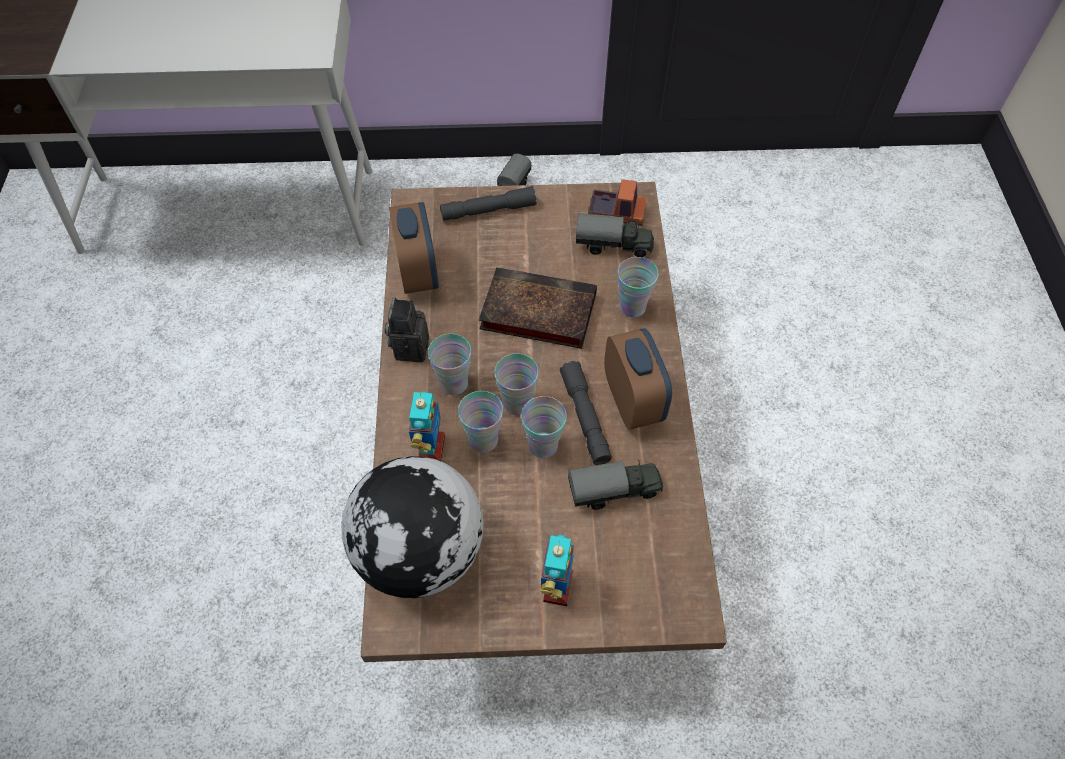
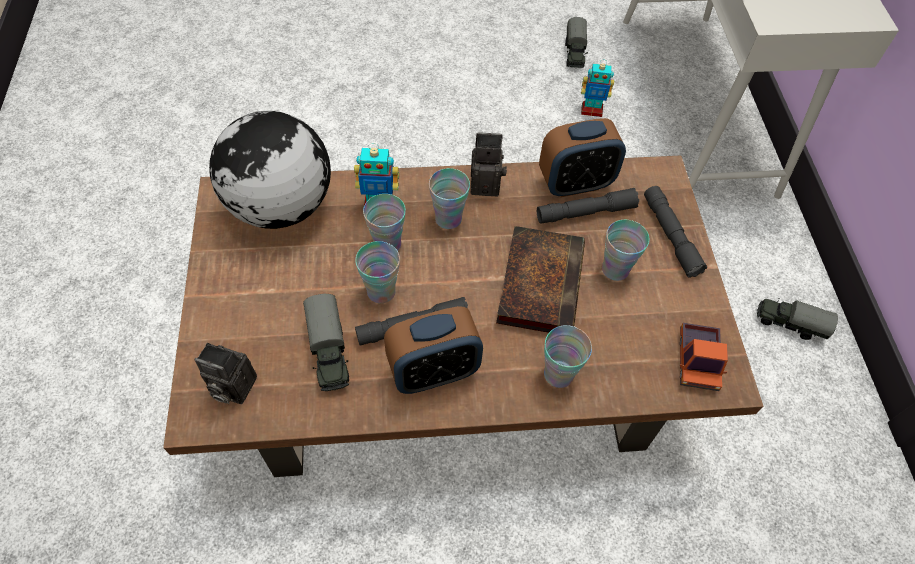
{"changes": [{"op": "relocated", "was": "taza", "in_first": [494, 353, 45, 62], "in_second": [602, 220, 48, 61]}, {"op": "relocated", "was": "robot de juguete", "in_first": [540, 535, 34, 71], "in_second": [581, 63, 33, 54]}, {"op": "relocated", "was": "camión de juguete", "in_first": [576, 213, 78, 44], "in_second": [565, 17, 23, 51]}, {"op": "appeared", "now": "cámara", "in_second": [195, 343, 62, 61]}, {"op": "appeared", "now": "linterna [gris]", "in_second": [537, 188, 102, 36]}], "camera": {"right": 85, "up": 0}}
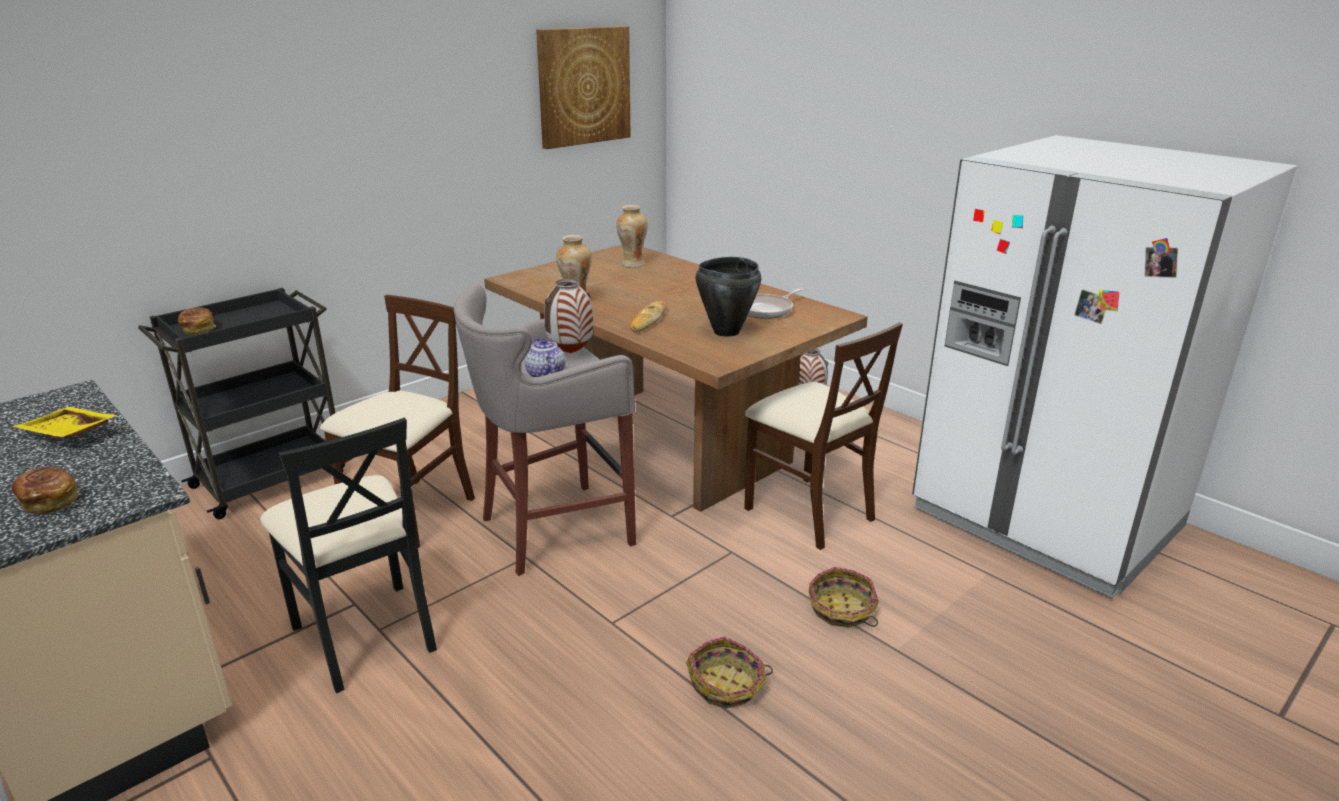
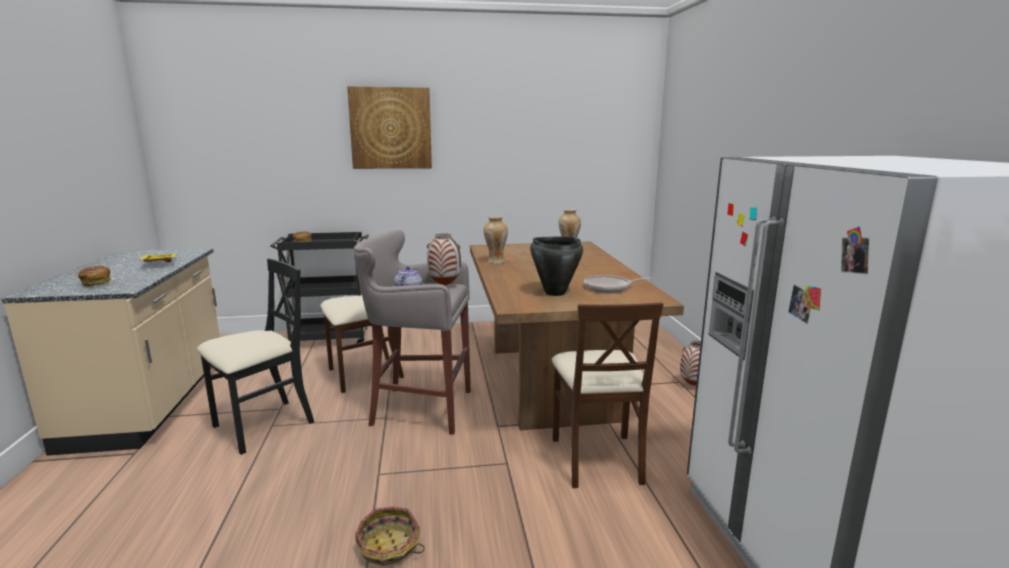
{"changes": [{"op": "spun", "was": "silla [negro]", "in_first": [260, 418, 177, 275], "in_second": [196, 259, 118, 196], "clockwise": -135}, {"op": "relocated", "was": "cuadro", "in_first": [536, 26, 94, 123], "in_second": [347, 86, 85, 83]}, {"op": "missing", "was": "pan", "in_first": [630, 301, 37, 31]}, {"op": "missing", "was": "cesta", "in_first": [809, 567, 70, 61]}], "camera": {"right": 35, "up": -10}}
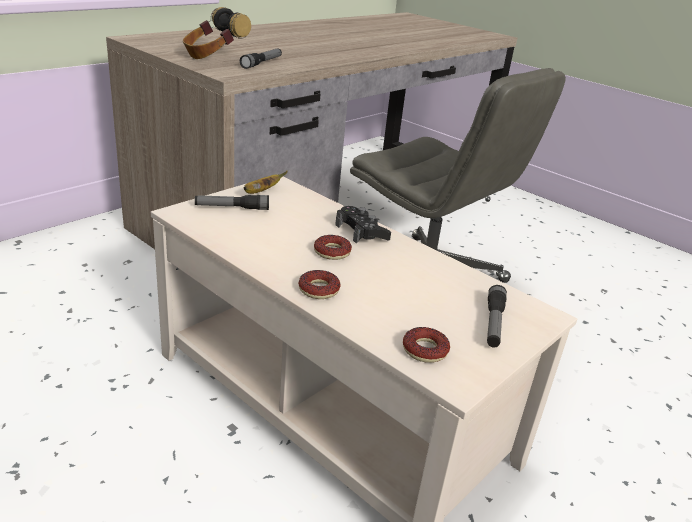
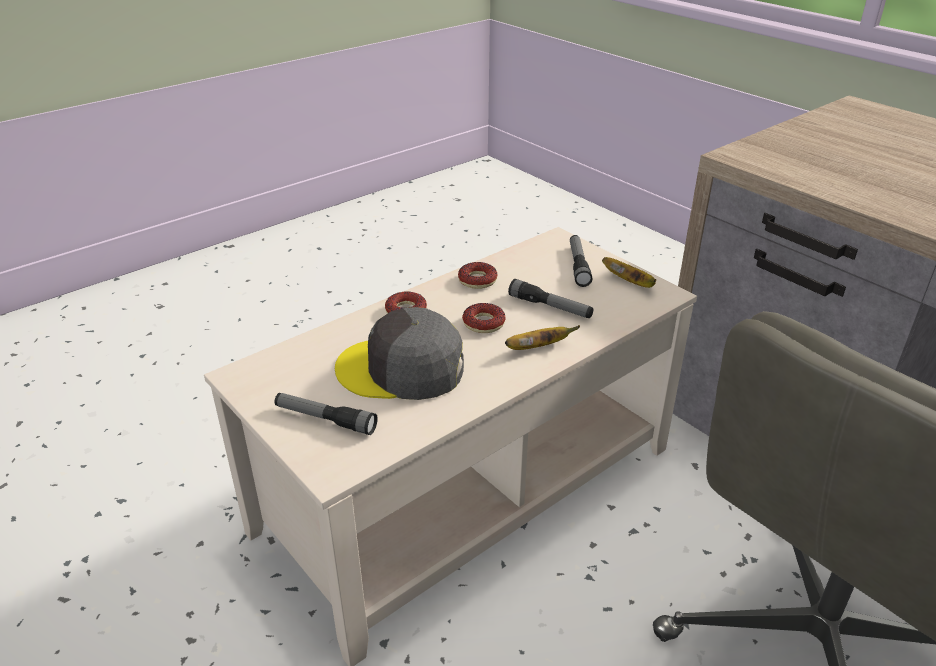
{"changes": [{"op": "missing", "was": "auriculares", "in_first": [183, 7, 68, 52]}, {"op": "relocated", "was": "linterna", "in_first": [240, 49, 42, 20], "in_second": [508, 279, 86, 39]}, {"op": "exchanged", "was": "mando de consola [negro]", "now": "plátano", "in_first": [335, 206, 56, 38], "in_second": [505, 325, 75, 25]}, {"op": "relocated", "was": "rosquilla", "in_first": [403, 327, 47, 36], "in_second": [458, 262, 39, 27]}, {"op": "appeared", "now": "gorra [gris]", "in_second": [335, 307, 129, 93]}], "camera": {"right": 100, "up": 5}}
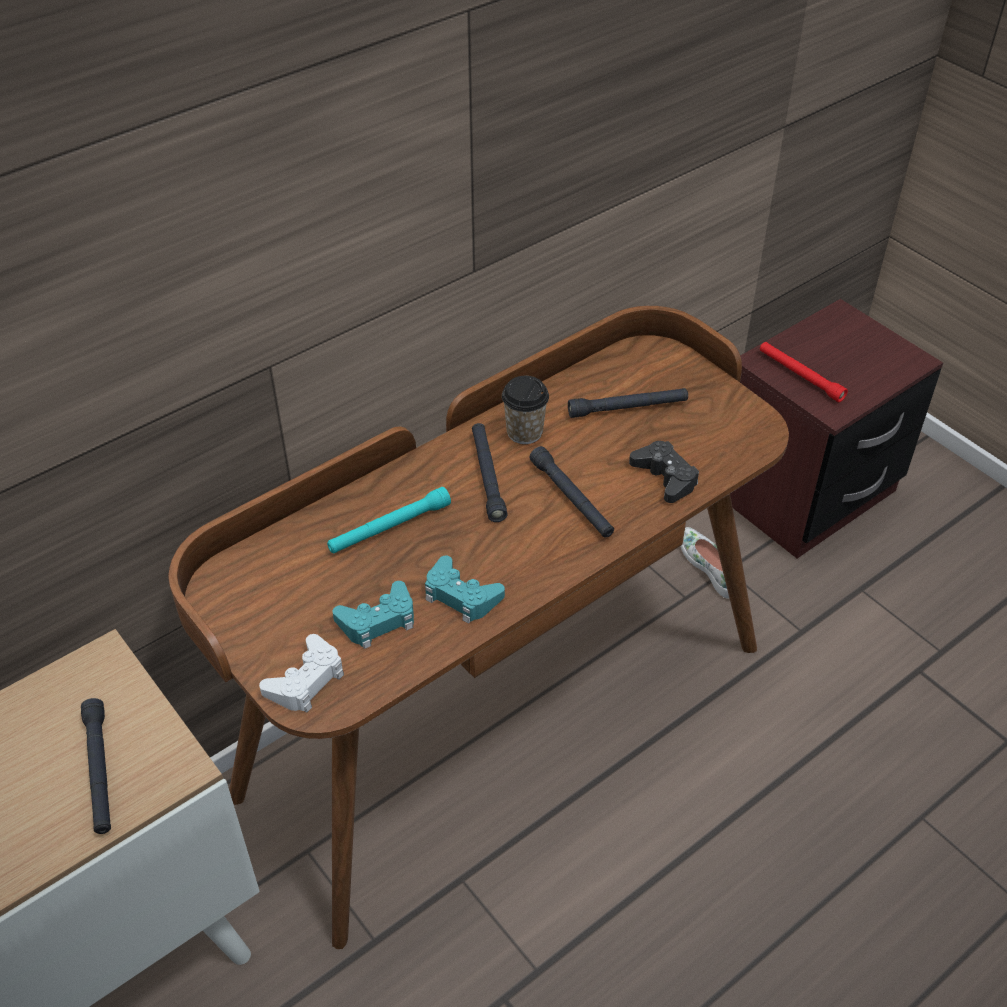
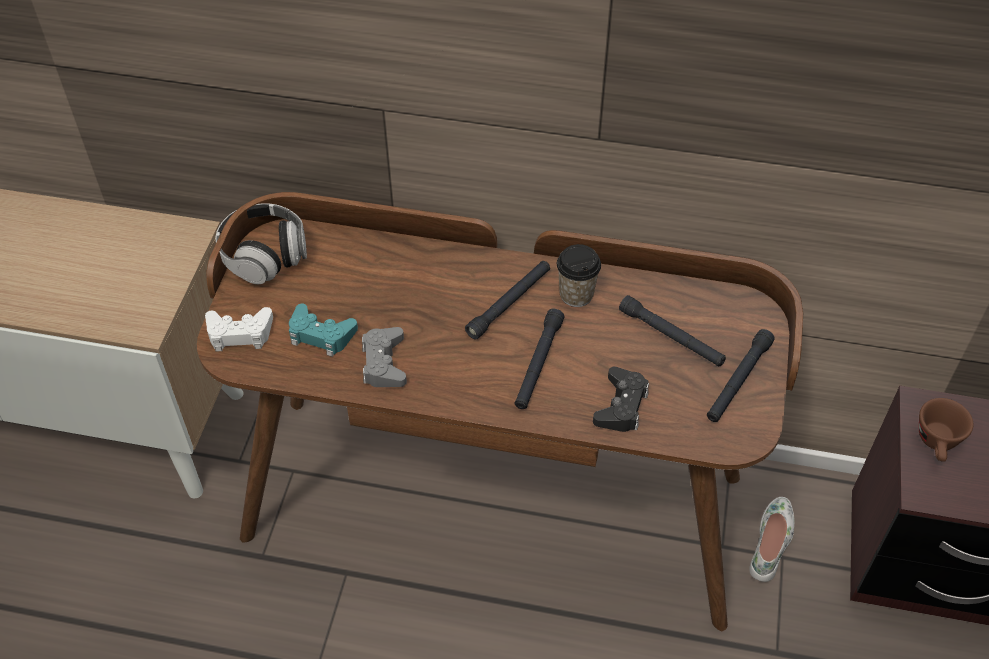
{"changes": [{"op": "relocated", "was": "linterna [negro]", "in_first": [81, 698, 30, 136], "in_second": [707, 329, 68, 93]}, {"op": "missing", "was": "linterna [turquesa]", "in_first": [327, 487, 124, 66]}, {"op": "colour", "was": "mando de consola [turquesa]", "now": "mando de consola [gris]", "in_first": [425, 555, 80, 69], "in_second": [362, 327, 45, 60]}, {"op": "exchanged", "was": "linterna [rojo]", "now": "taza [marrón]", "in_first": [760, 342, 88, 60], "in_second": [919, 398, 54, 64]}, {"op": "appeared", "now": "auriculares", "in_second": [216, 203, 91, 81]}], "camera": {"right": 50, "up": 5}}
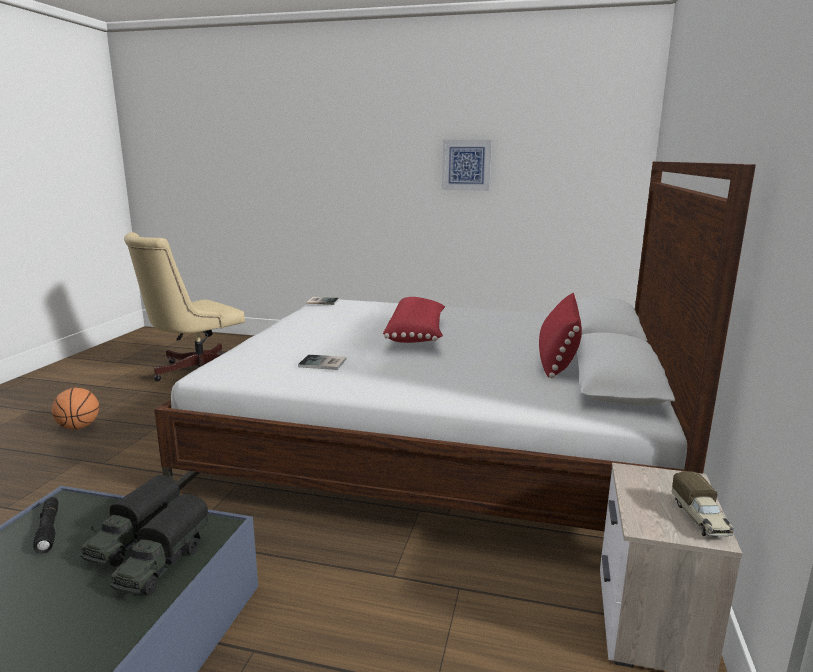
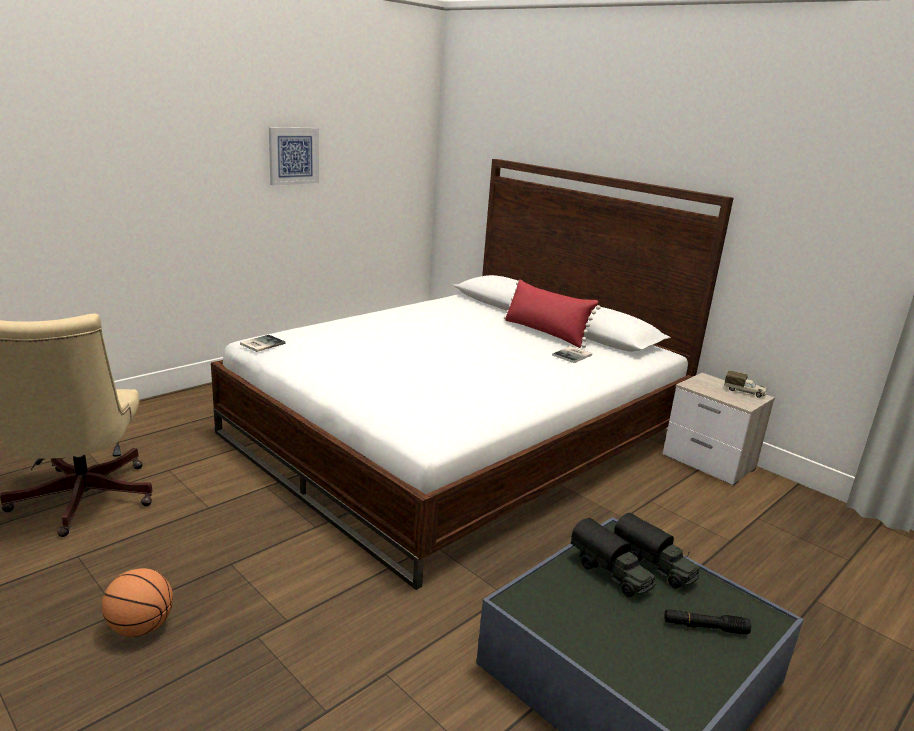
{"changes": [{"op": "relocated", "was": "linterna [negro]", "in_first": [33, 497, 26, 57], "in_second": [664, 609, 87, 25]}, {"op": "relocated", "was": "libro", "in_first": [298, 355, 48, 15], "in_second": [552, 346, 40, 17]}, {"op": "missing", "was": "cojín [rojo]", "in_first": [383, 297, 62, 46]}], "camera": {"right": -60, "up": 5}}
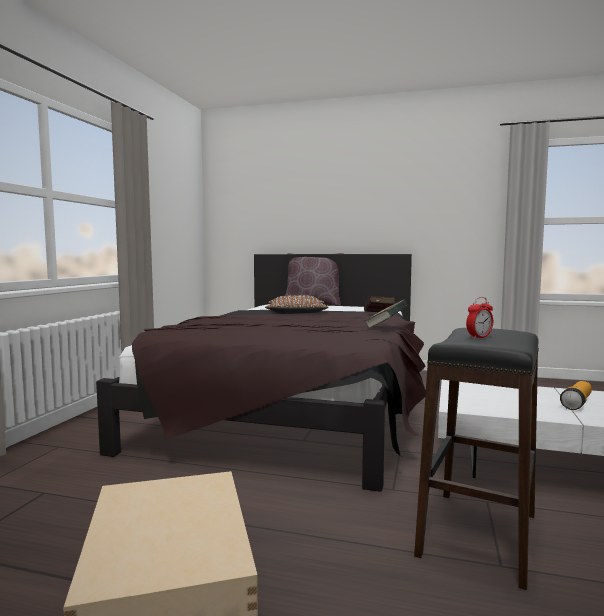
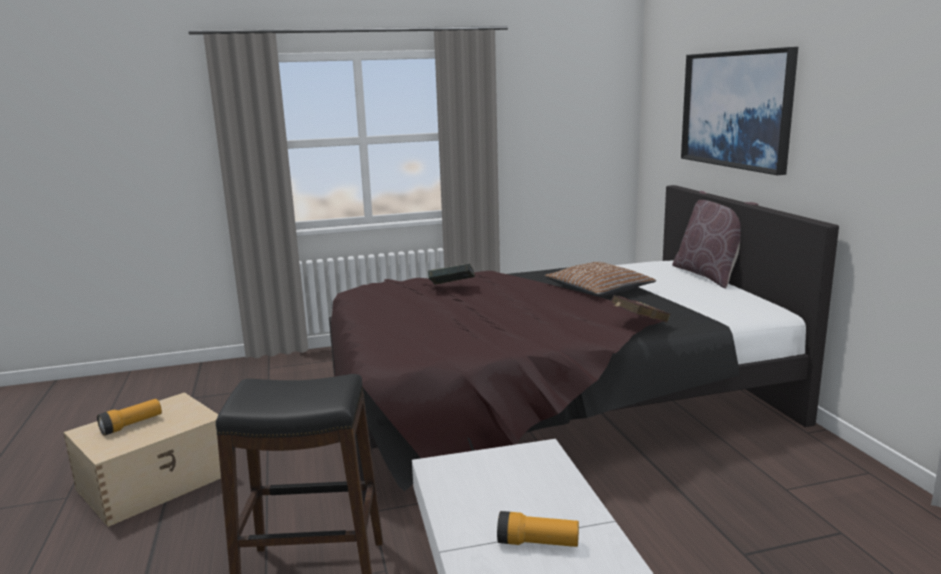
{"changes": [{"op": "relocated", "was": "libro", "in_first": [364, 300, 44, 28], "in_second": [428, 264, 47, 21]}, {"op": "missing", "was": "despertador", "in_first": [466, 297, 27, 42]}, {"op": "appeared", "now": "linterna", "in_second": [97, 399, 65, 37]}, {"op": "appeared", "now": "cuadro", "in_second": [681, 47, 117, 128]}], "camera": {"right": 60, "up": 10}}
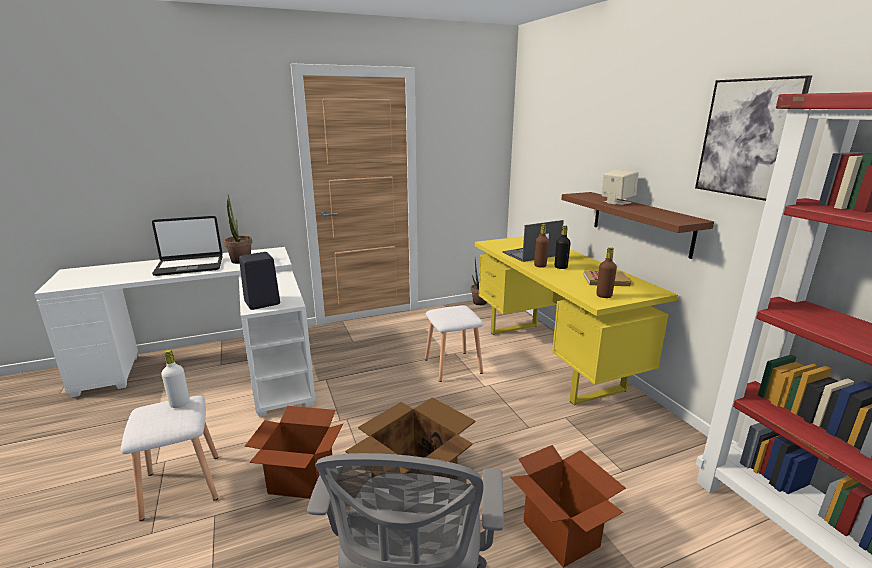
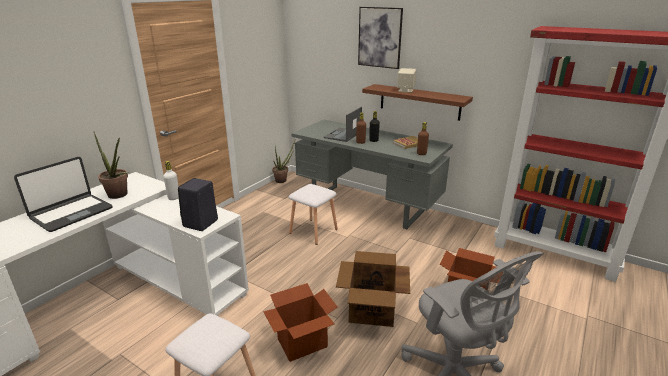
{"changes": [{"op": "relocated", "was": "botella [blanco]", "in_first": [161, 350, 29, 58], "in_second": [163, 161, 16, 39]}, {"op": "colour", "was": "escritorio [amarillo]", "now": "escritorio [gris]", "in_first": [475, 236, 203, 169], "in_second": [291, 120, 162, 109]}, {"op": "relocated", "was": "cuadro", "in_first": [695, 75, 117, 126], "in_second": [358, 7, 45, 62]}], "camera": {"right": -35, "up": 5}}
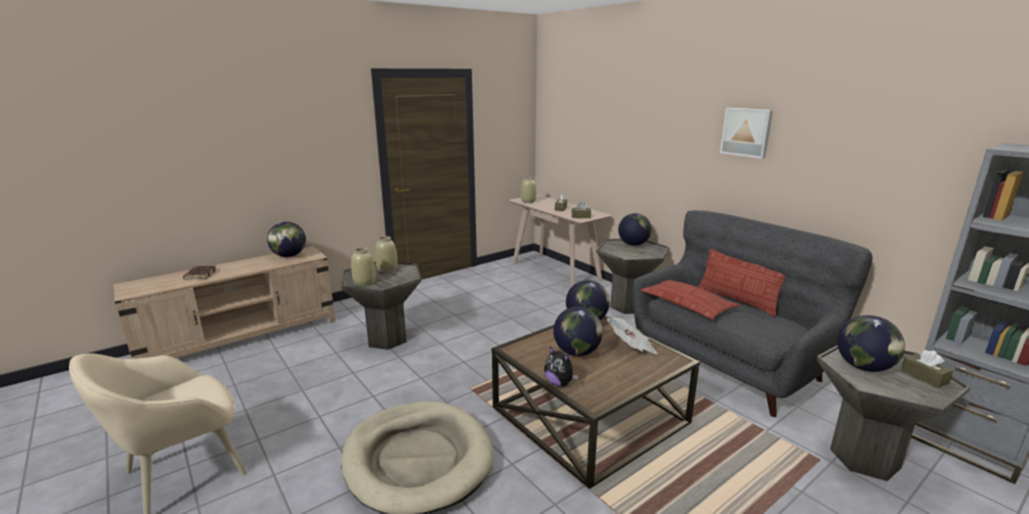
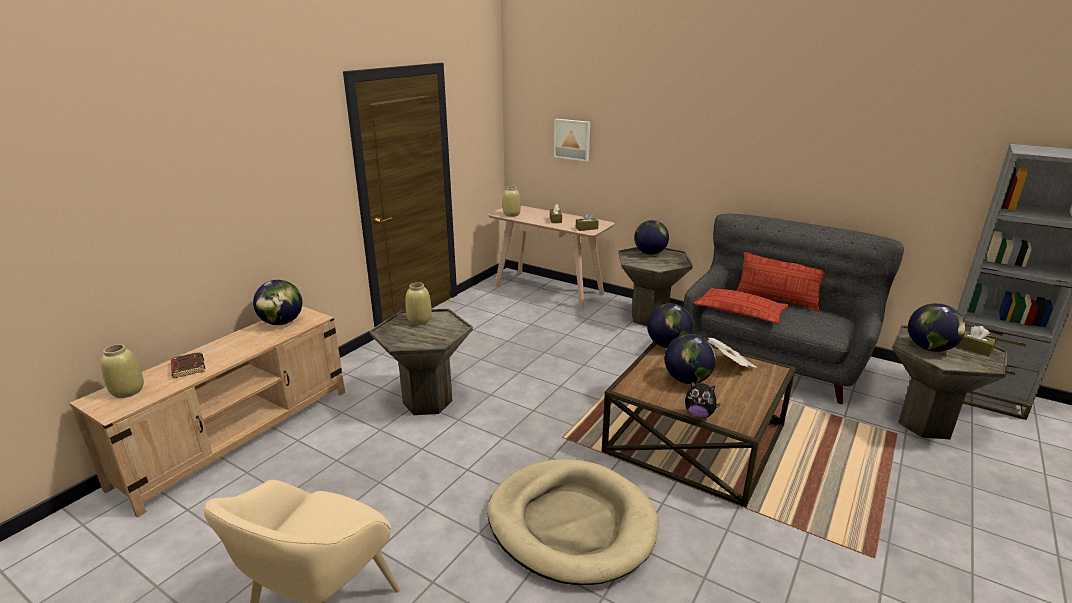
{"changes": [{"op": "relocated", "was": "florero [beis]", "in_first": [351, 248, 24, 38], "in_second": [101, 344, 43, 54]}, {"op": "relocated", "was": "cuadro", "in_first": [720, 108, 53, 51], "in_second": [554, 119, 36, 42]}], "camera": {"right": -20, "up": 5}}
